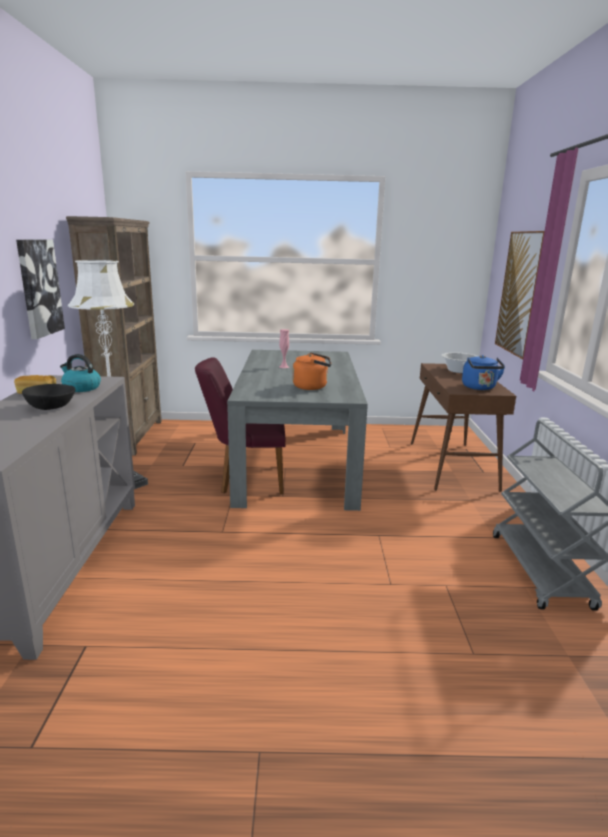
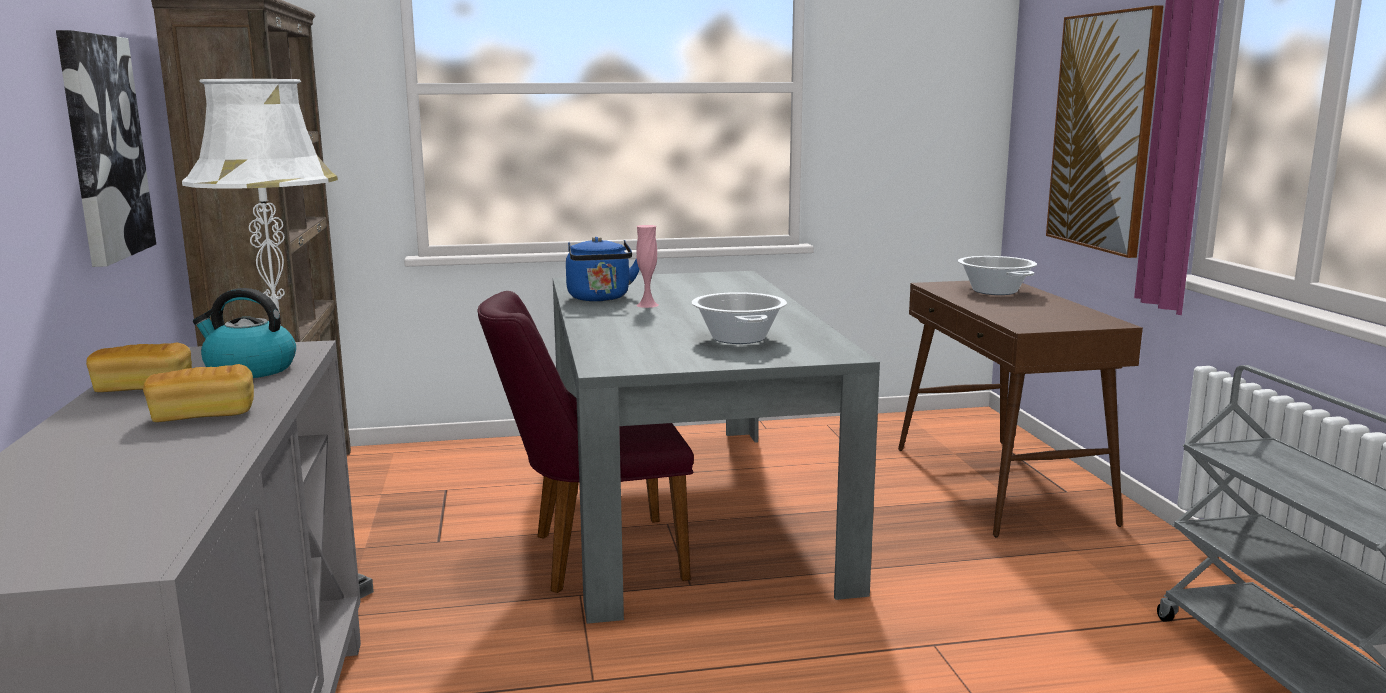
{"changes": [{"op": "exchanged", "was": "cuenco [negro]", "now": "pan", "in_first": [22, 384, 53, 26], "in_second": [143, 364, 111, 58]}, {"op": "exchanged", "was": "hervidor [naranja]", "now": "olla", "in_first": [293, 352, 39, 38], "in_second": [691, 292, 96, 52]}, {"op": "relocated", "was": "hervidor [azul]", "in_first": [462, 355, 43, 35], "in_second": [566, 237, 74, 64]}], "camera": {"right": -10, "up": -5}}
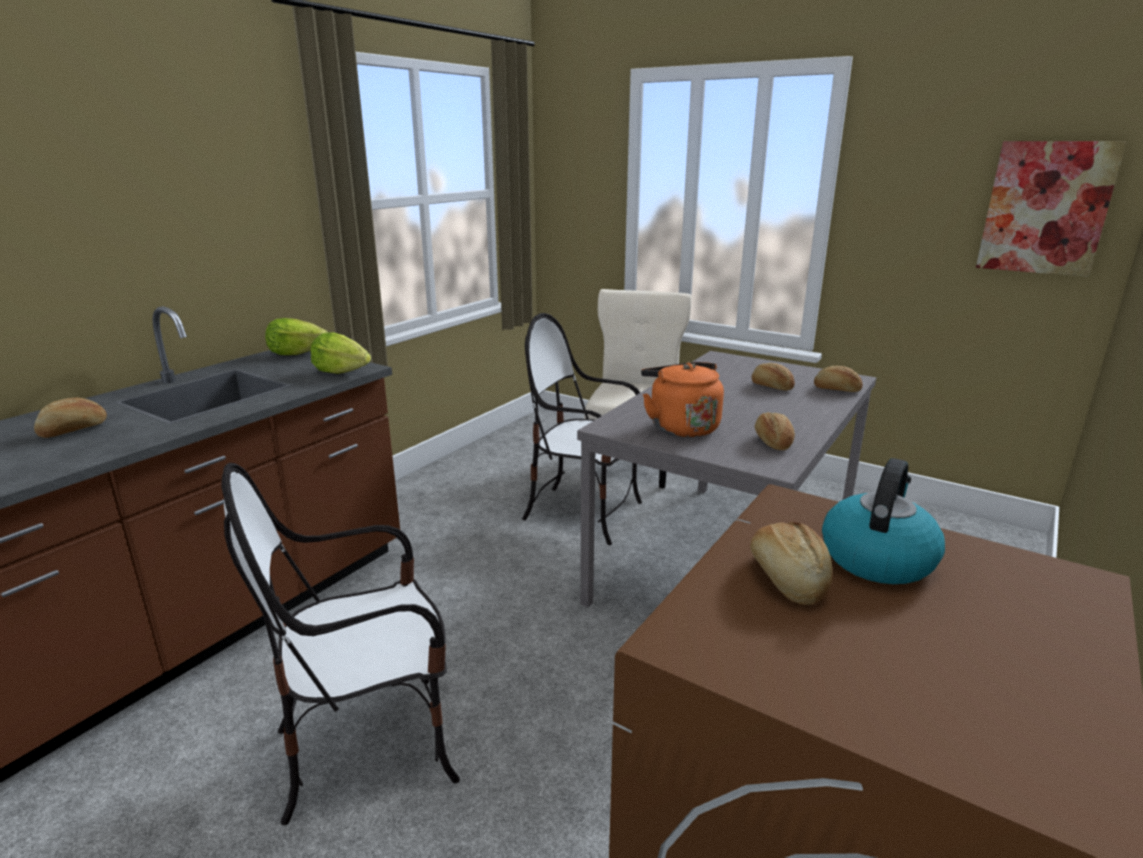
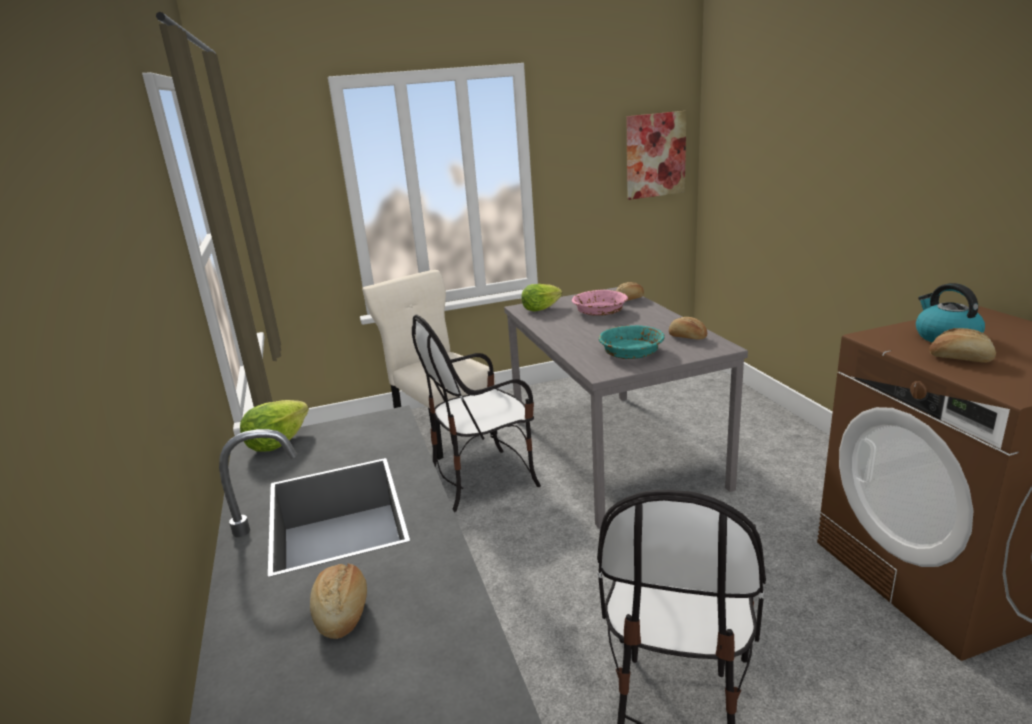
{"changes": [{"op": "relocated", "was": "lechuga", "in_first": [310, 333, 61, 41], "in_second": [521, 284, 41, 27]}, {"op": "exchanged", "was": "hervidor [naranja]", "now": "cuenco [turquesa]", "in_first": [641, 362, 83, 76], "in_second": [599, 325, 66, 34]}, {"op": "exchanged", "was": "pan", "now": "cuenco [rosa]", "in_first": [751, 363, 44, 27], "in_second": [572, 290, 56, 26]}], "camera": {"right": -50, "up": 0}}
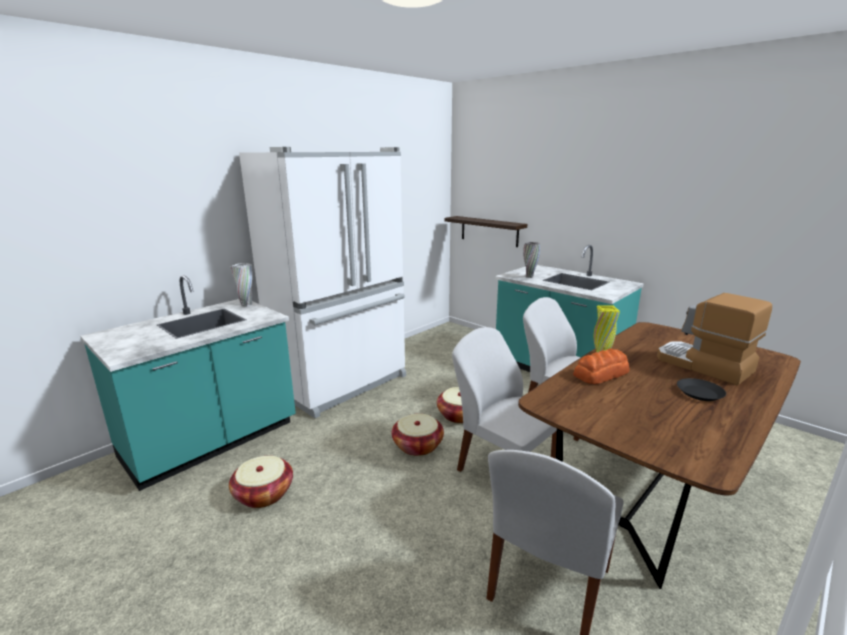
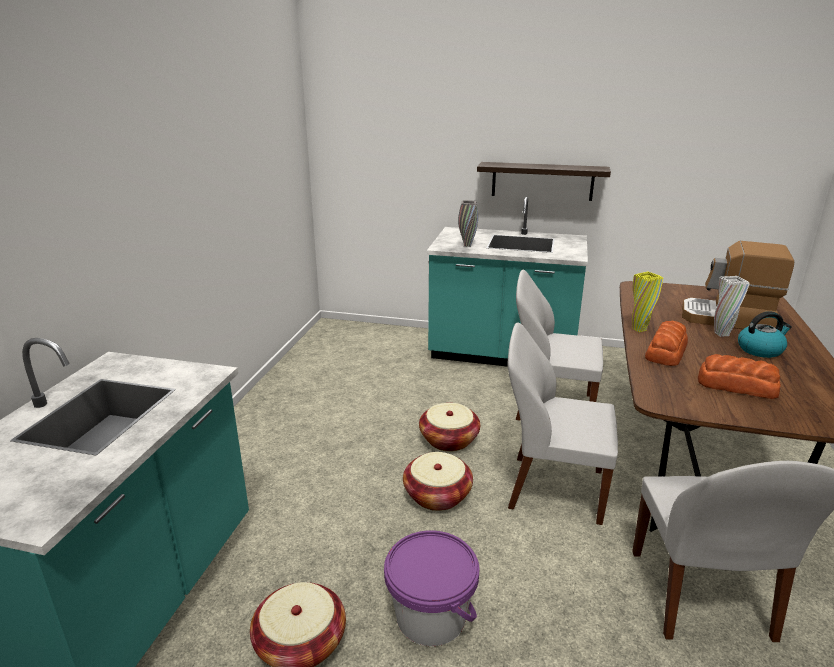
{"changes": [{"op": "relocated", "was": "florero [blanco]", "in_first": [230, 263, 22, 44], "in_second": [714, 276, 36, 61]}, {"op": "missing", "was": "nevera [blanco]", "in_first": [239, 147, 167, 271]}, {"op": "relocated", "was": "estante", "in_first": [445, 216, 82, 31], "in_second": [477, 162, 134, 39]}, {"op": "exchanged", "was": "plato [negro]", "now": "hervidor", "in_first": [677, 378, 49, 23], "in_second": [738, 311, 54, 47]}, {"op": "appeared", "now": "cubo [morado]", "in_second": [384, 530, 96, 116]}, {"op": "appeared", "now": "pan", "in_second": [698, 354, 83, 45]}], "camera": {"right": -30, "up": 5}}
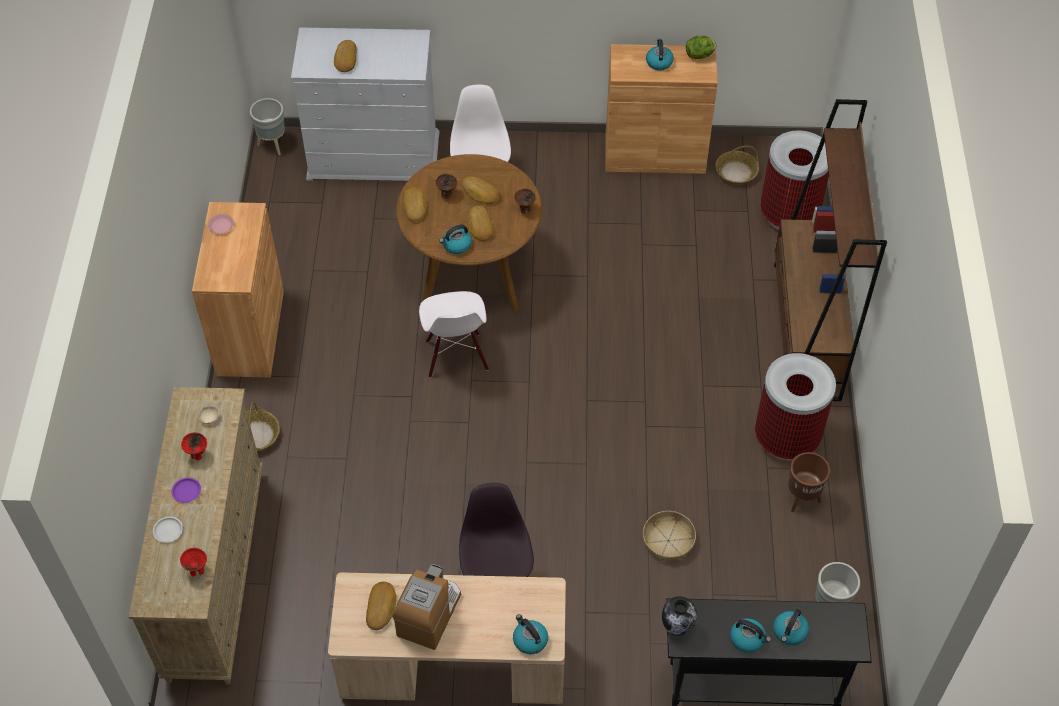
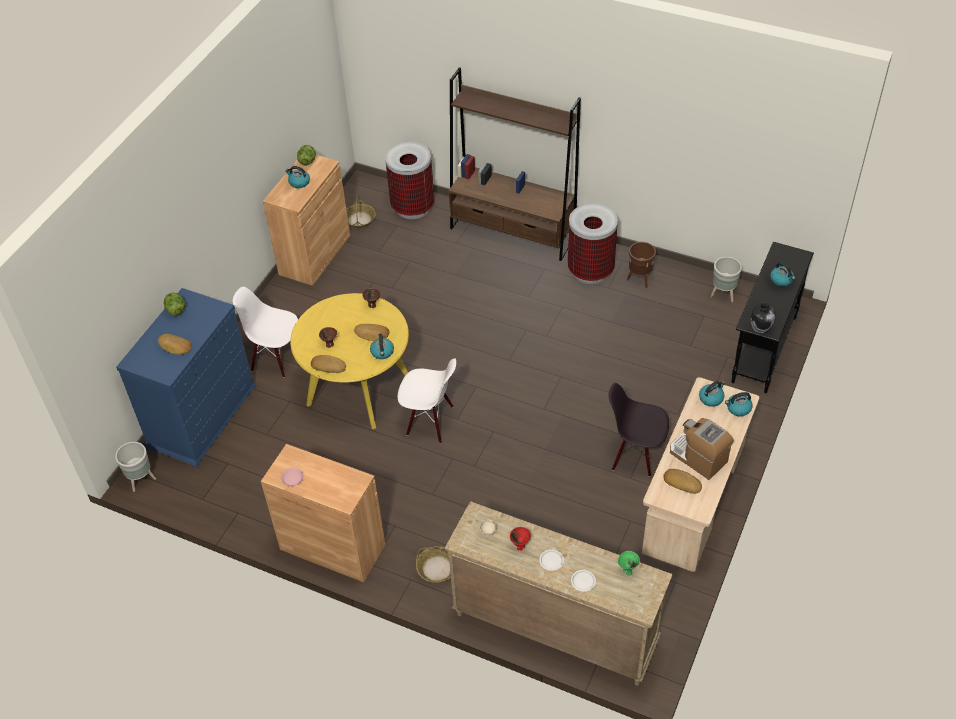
{"changes": [{"op": "colour", "was": "plato [morado]", "now": "plato [blanco]", "in_first": [172, 478, 29, 25], "in_second": [539, 550, 25, 21]}, {"op": "colour", "was": "cuenco [rojo]", "now": "cuenco [verde]", "in_first": [180, 548, 27, 28], "in_second": [618, 551, 22, 25]}, {"op": "colour", "was": "cómoda [blanco]", "now": "cómoda [azul]", "in_first": [291, 27, 149, 154], "in_second": [116, 288, 140, 180]}, {"op": "colour", "was": "mesa de comedor [marrón]", "now": "mesa de comedor [amarillo]", "in_first": [396, 154, 146, 158], "in_second": [290, 293, 119, 136]}, {"op": "missing", "was": "pan", "in_first": [462, 176, 39, 28]}, {"op": "missing", "was": "cesta", "in_first": [643, 511, 53, 50]}, {"op": "relocated", "was": "hervidor", "in_first": [730, 618, 41, 35], "in_second": [699, 381, 26, 26]}, {"op": "appeared", "now": "lechuga", "in_second": [164, 293, 21, 23]}], "camera": {"right": -65, "up": -5}}
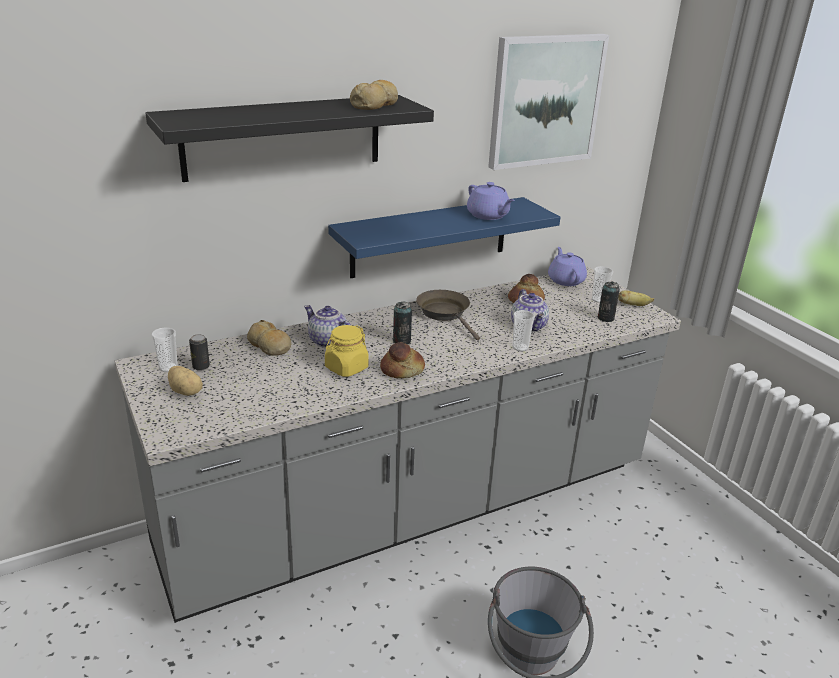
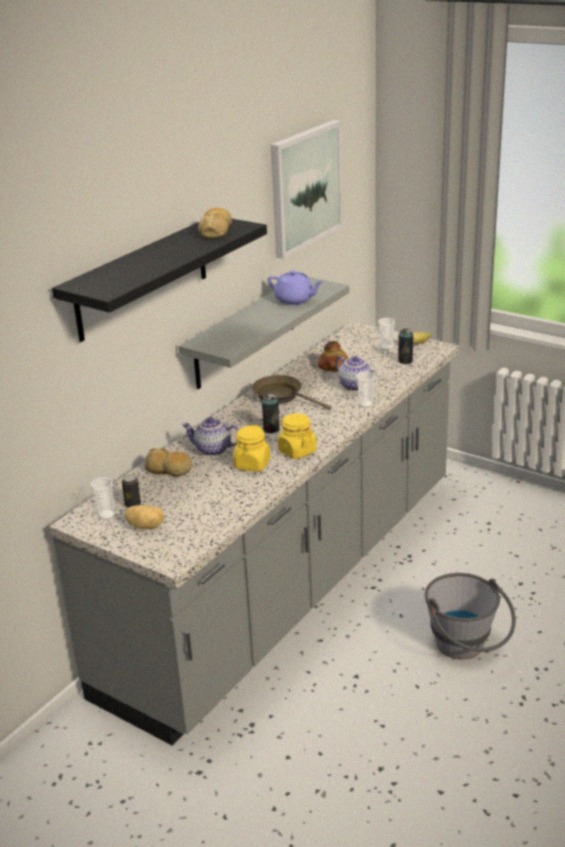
{"changes": [{"op": "colour", "was": "estante [azul]", "now": "estante [gris]", "in_first": [328, 197, 233, 81], "in_second": [179, 277, 170, 112]}, {"op": "exchanged", "was": "pan", "now": "tarro [amarillo]", "in_first": [380, 342, 45, 36], "in_second": [278, 413, 39, 46]}, {"op": "missing", "was": "tetera [morado]", "in_first": [548, 247, 39, 39]}], "camera": {"right": -25, "up": 0}}
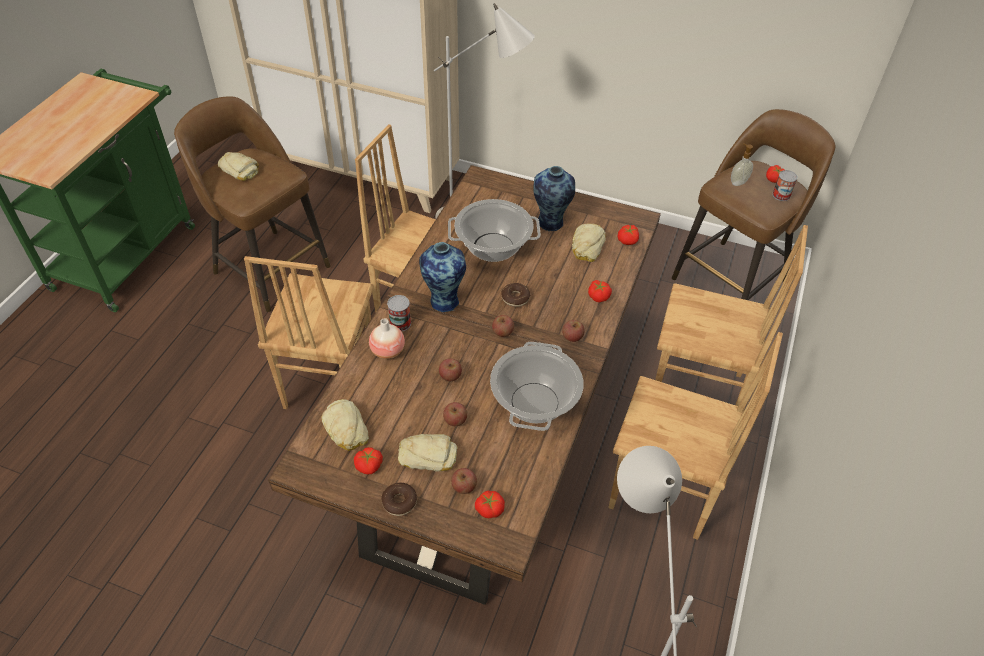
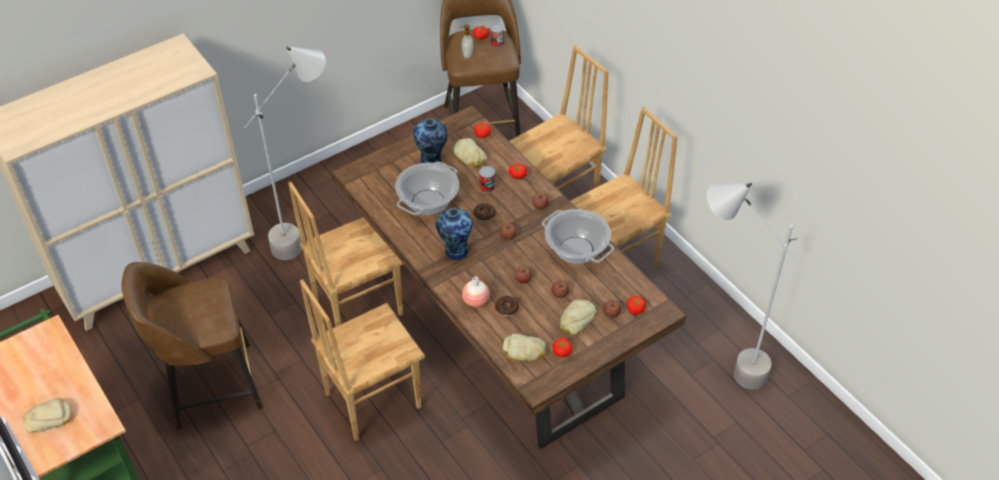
{"changes": [{"op": "relocated", "was": "pan", "in_first": [218, 152, 41, 29], "in_second": [23, 398, 49, 35]}, {"op": "spun", "was": "silla [marrón]", "in_first": [244, 256, 130, 153], "in_second": [300, 279, 125, 162], "clockwise": 105}, {"op": "relocated", "was": "rosquilla", "in_first": [381, 483, 36, 33], "in_second": [495, 296, 24, 21]}, {"op": "relocated", "was": "lata", "in_first": [387, 295, 24, 36], "in_second": [479, 166, 16, 27]}], "camera": {"right": -55, "up": 0}}
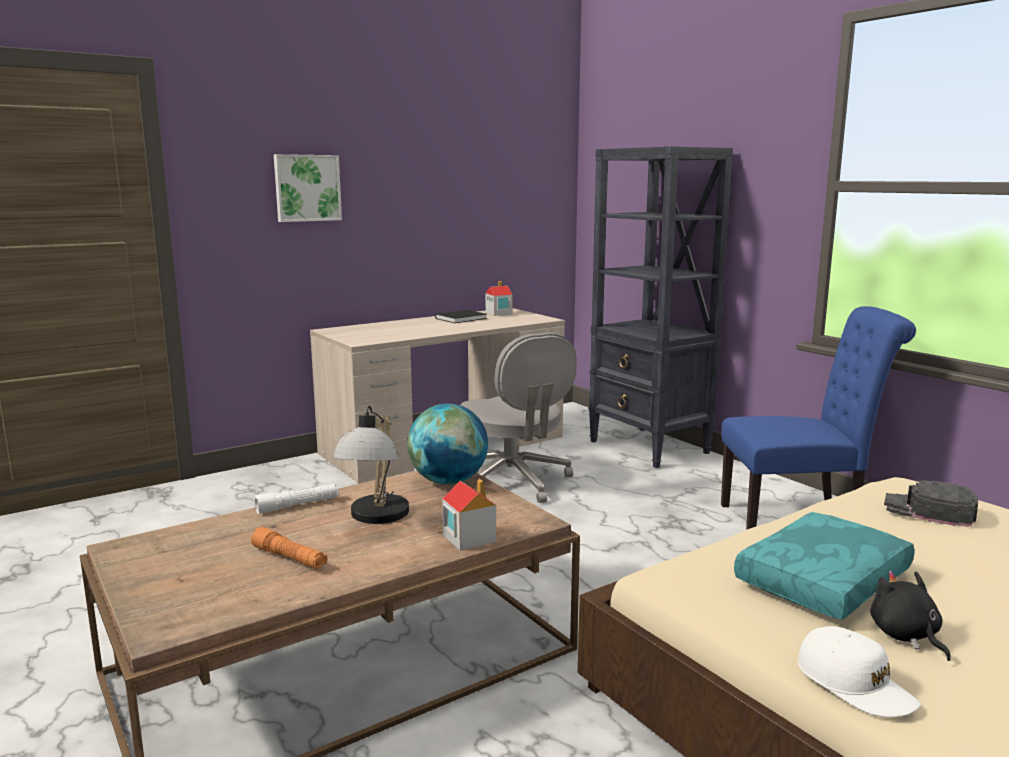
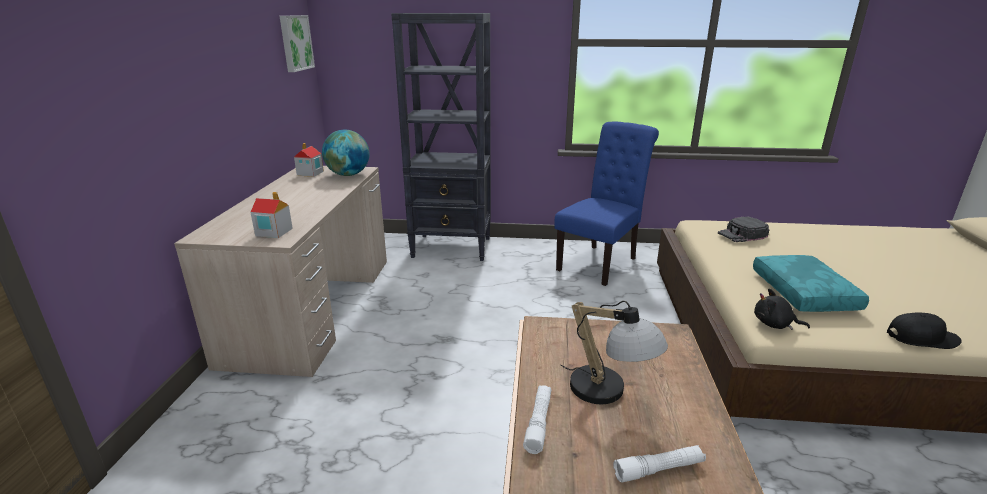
{"changes": [{"op": "colour", "was": "linterna [naranja]", "now": "linterna [blanco]", "in_first": [251, 527, 77, 42], "in_second": [613, 445, 93, 37]}, {"op": "relocated", "was": "cuadro", "in_first": [274, 154, 68, 68], "in_second": [280, 15, 35, 57]}, {"op": "relocated", "was": "globo terráqueo", "in_first": [407, 403, 81, 82], "in_second": [322, 130, 47, 46]}, {"op": "missing", "was": "libro [negro]", "in_first": [435, 310, 52, 13]}, {"op": "relocated", "was": "casita", "in_first": [442, 479, 54, 72], "in_second": [250, 192, 43, 46]}, {"op": "missing", "was": "silla de oficina [gris]", "in_first": [461, 332, 116, 171]}, {"op": "colour", "was": "gorra [blanco]", "now": "gorra [negro]", "in_first": [798, 626, 123, 91], "in_second": [887, 313, 75, 36]}, {"op": "relocated", "was": "peluche [negro]", "in_first": [870, 571, 81, 90], "in_second": [754, 289, 56, 41]}], "camera": {"right": -50, "up": 10}}
